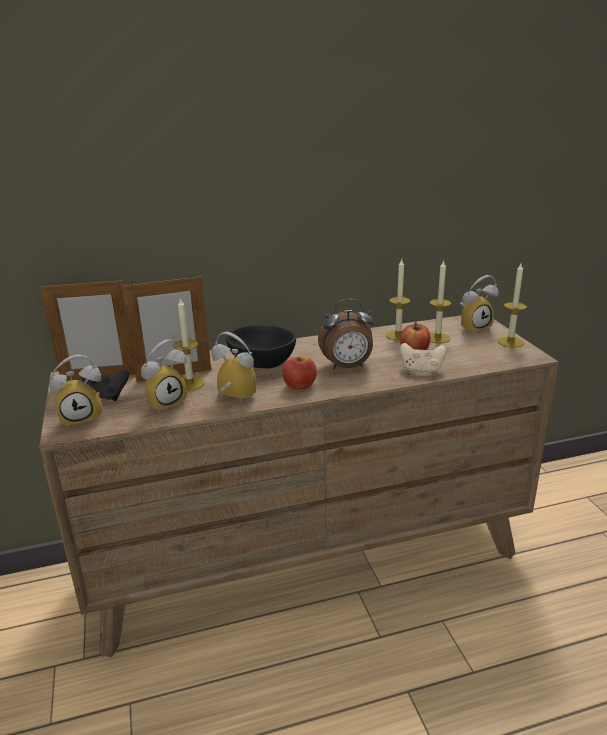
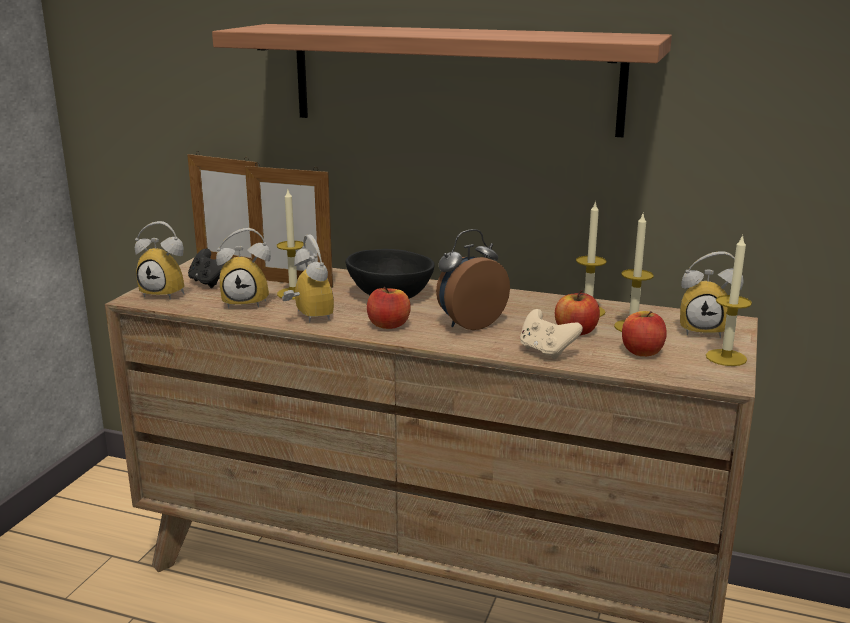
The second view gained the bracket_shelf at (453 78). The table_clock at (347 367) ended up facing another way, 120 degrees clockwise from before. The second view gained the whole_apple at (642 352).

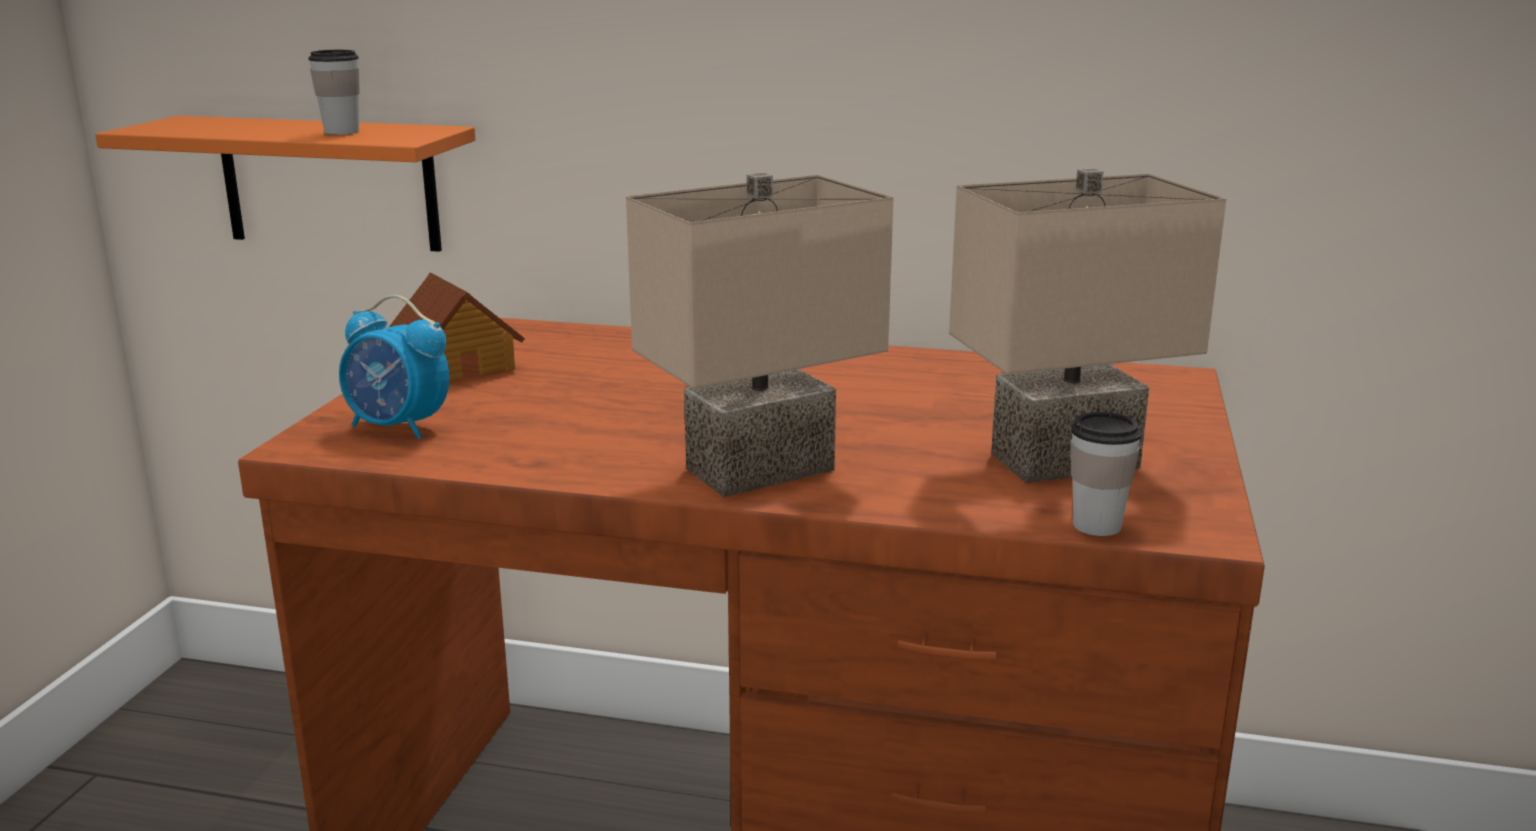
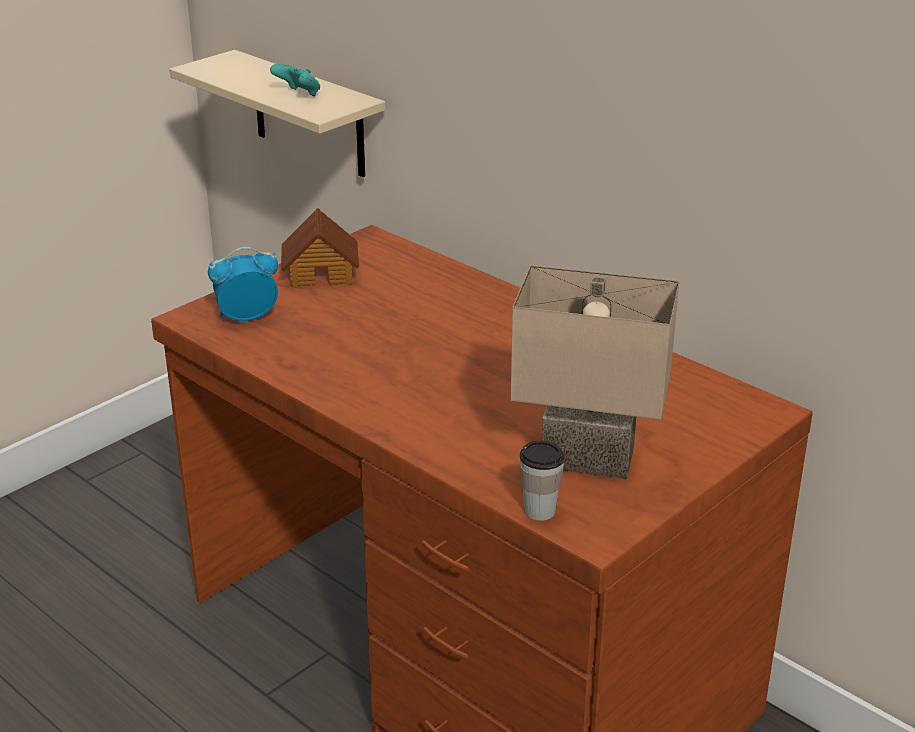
What was the orange_bracket_shelf at (329 183) turned into the sand-coloured_bracket_shelf at (308 115). The table_clock at (398 427) ended up facing another way, 105 degrees clockwise from before. Where the cup stood at (342 132), the turquoise-coloured_gamepad came to stand at (298 94). The second view lost the sand-coloured_table_lamp at (761 473).

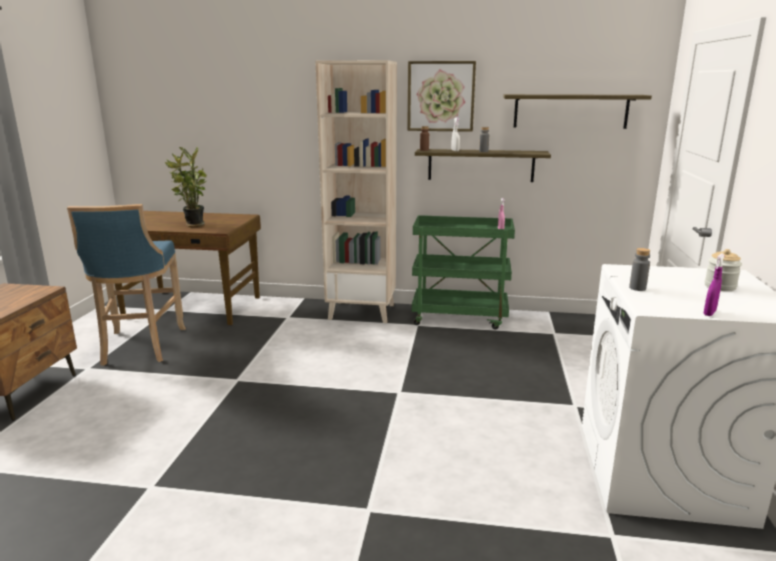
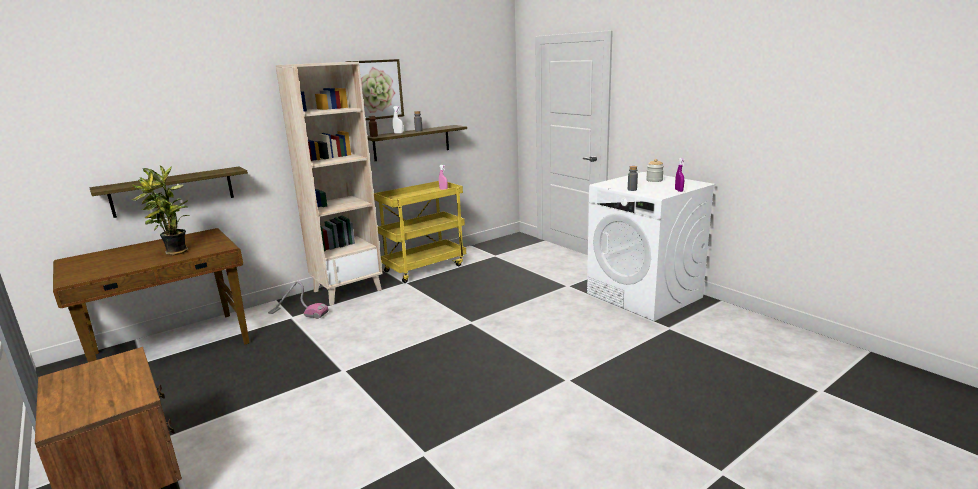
The bracket_shelf ended up elsewhere, having gone from (570 111) to (173 191). The second view gained the vacuum at (298 313). What was the greenish_wheeled_cart at (460 317) turned into the yellow_wheeled_cart at (425 268). The second view lost the blue-coloured_stool at (140 347).

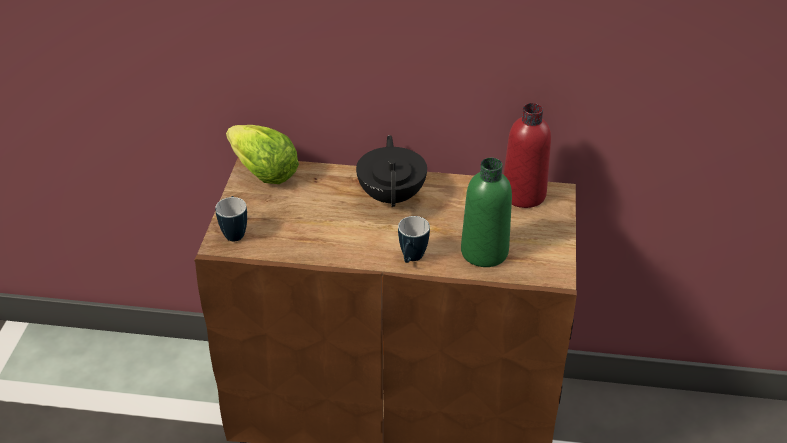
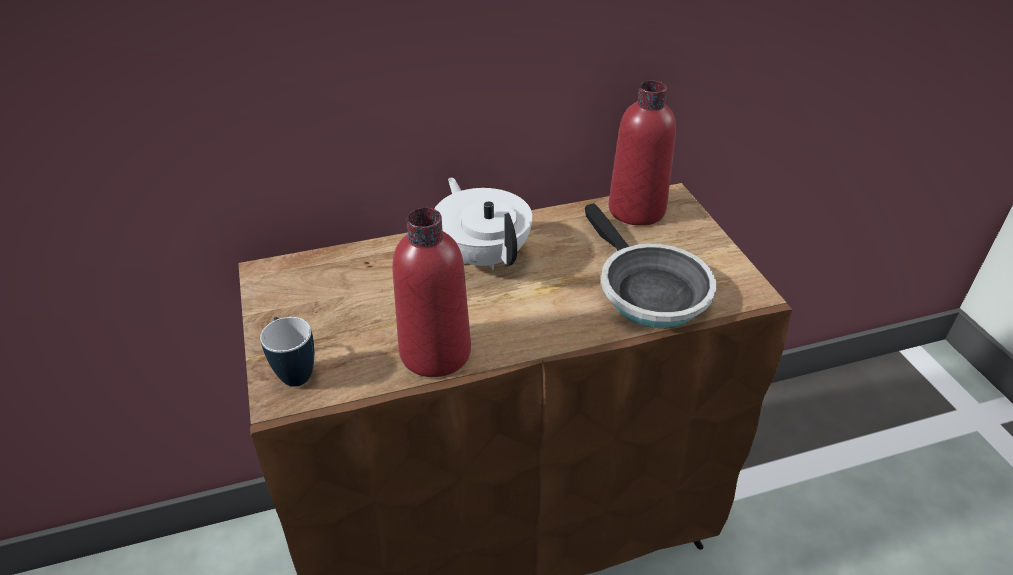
The second view gained the red-coloured_drink_bottle at (435 352). What was the blackish_tea_pot at (392 196) turned into the white_tea_pot at (483 255). Where the greenish_drink_bottle stood at (484 252), the pan came to stand at (647 291). The second view lost the head_of_lettuce at (264 173). The second view lost the mug at (411 259).

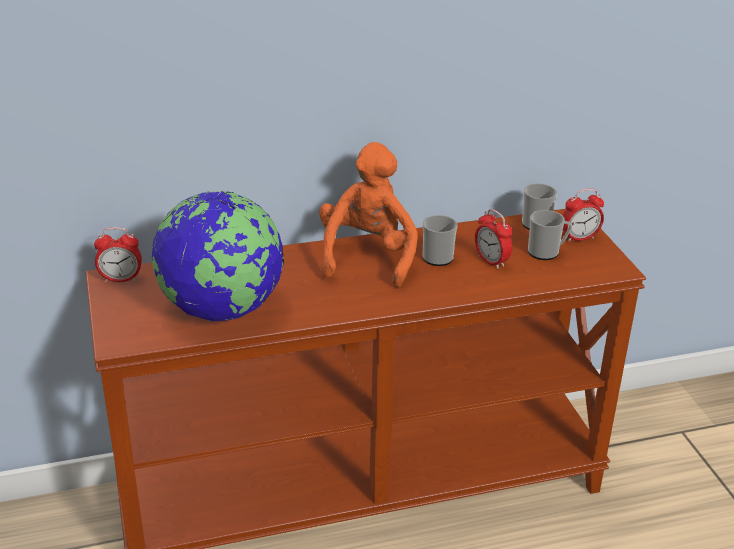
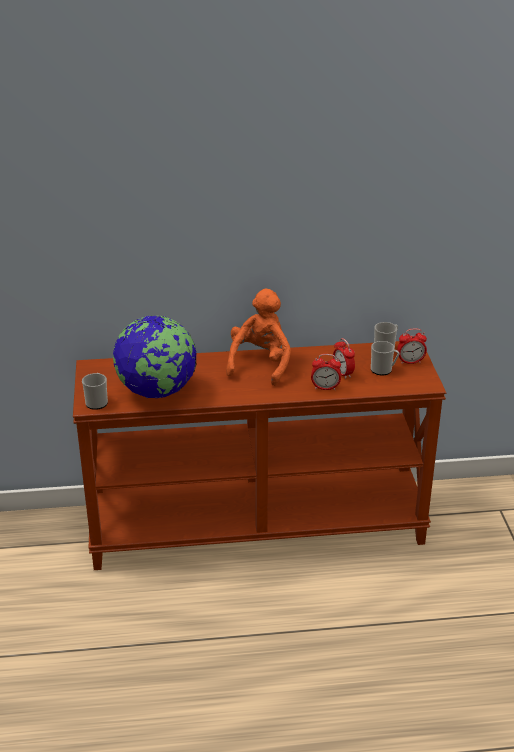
The mug ended up elsewhere, having gone from (437 255) to (97 401). The table_clock ended up elsewhere, having gone from (121 279) to (325 388).

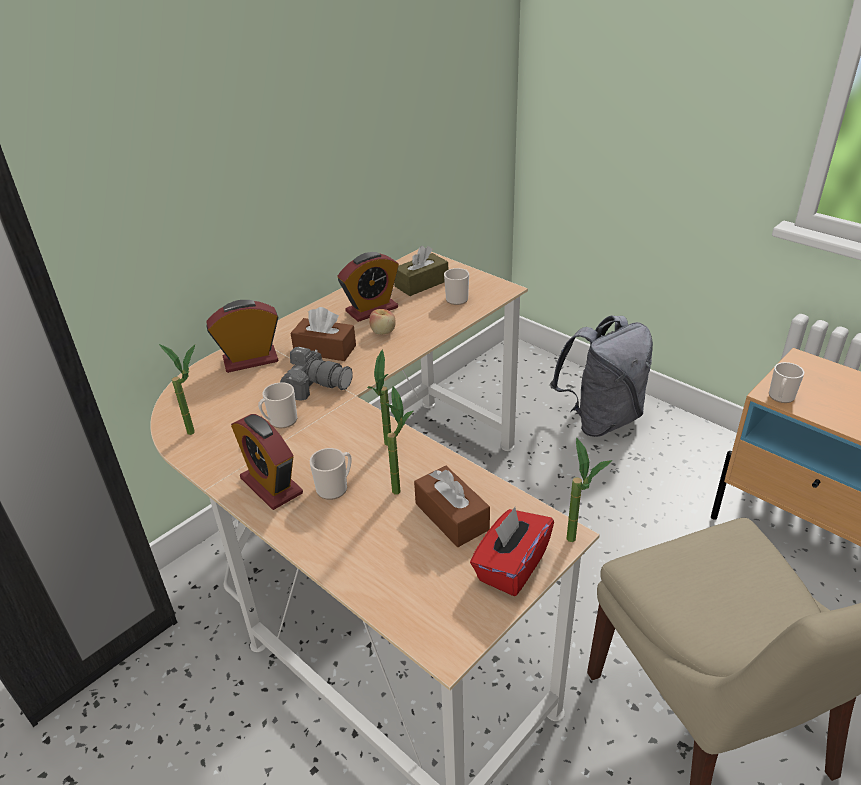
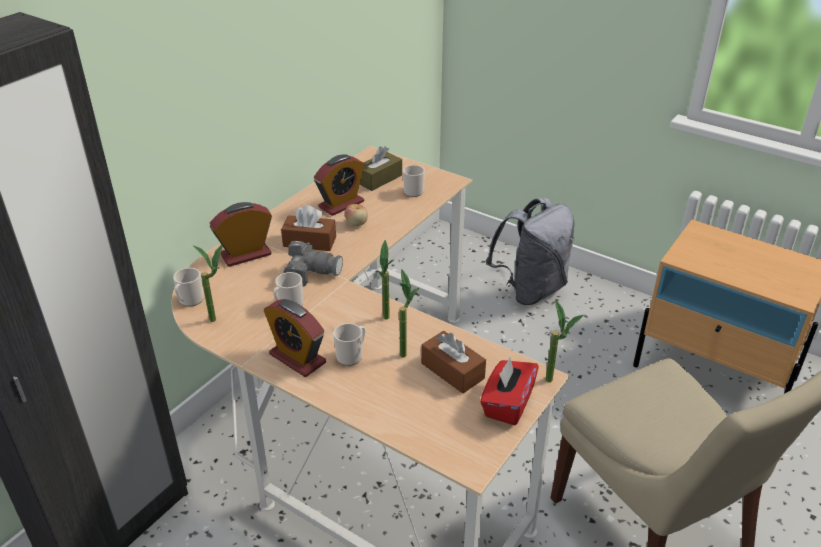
The mug ended up elsewhere, having gone from (780 397) to (189 301).

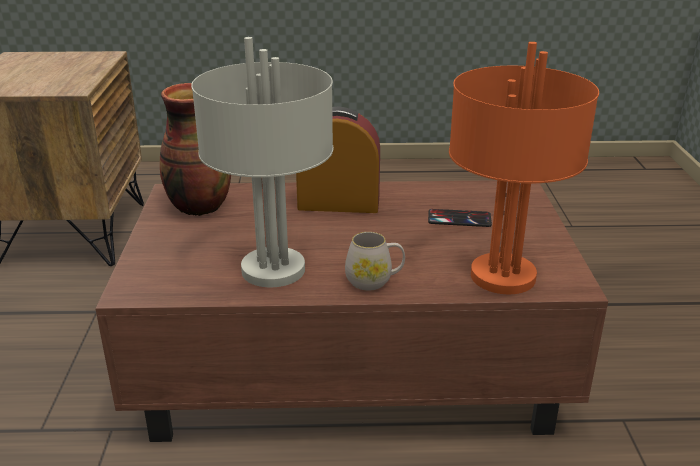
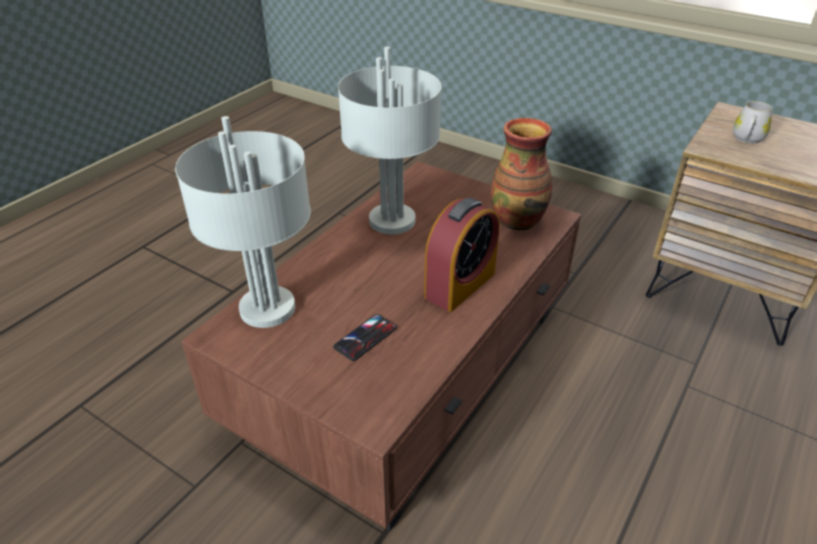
What was the orange_table_lamp at (501 275) turned into the greyish_table_lamp at (269 308). The white_mug ended up elsewhere, having gone from (374 281) to (746 139).

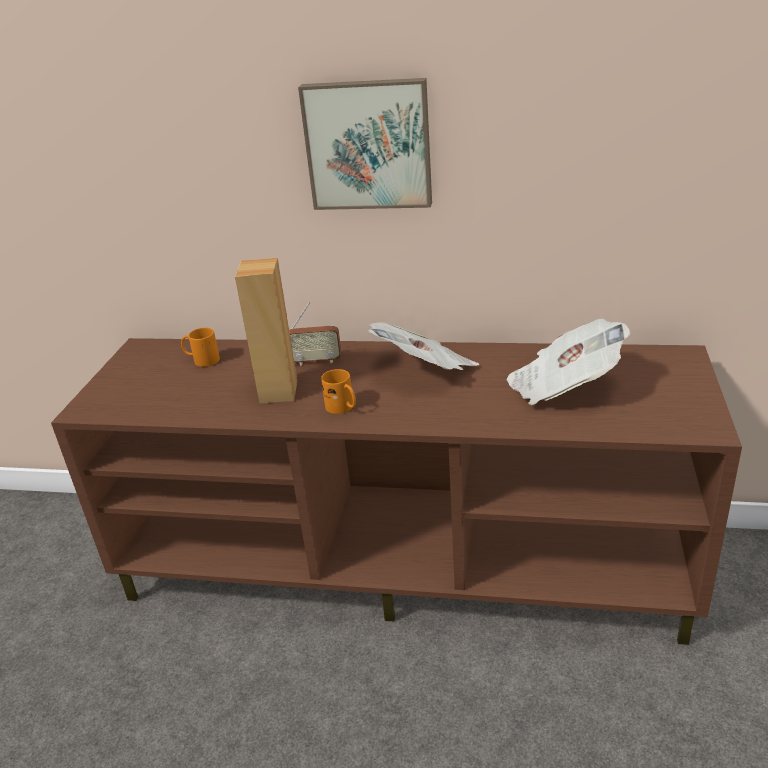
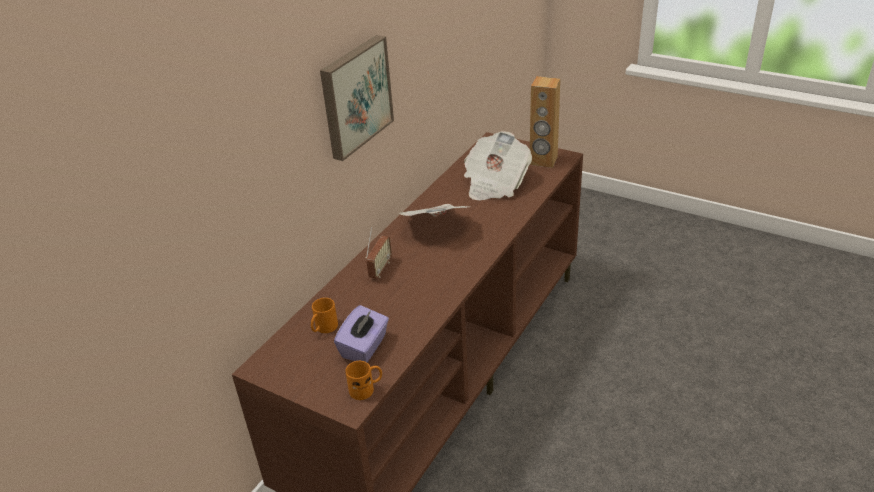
The second view gained the purple_tissue_box at (364 347). The orange_mug ended up elsewhere, having gone from (343 408) to (366 389). The brown-coloured_speaker ended up elsewhere, having gone from (277 392) to (543 161).

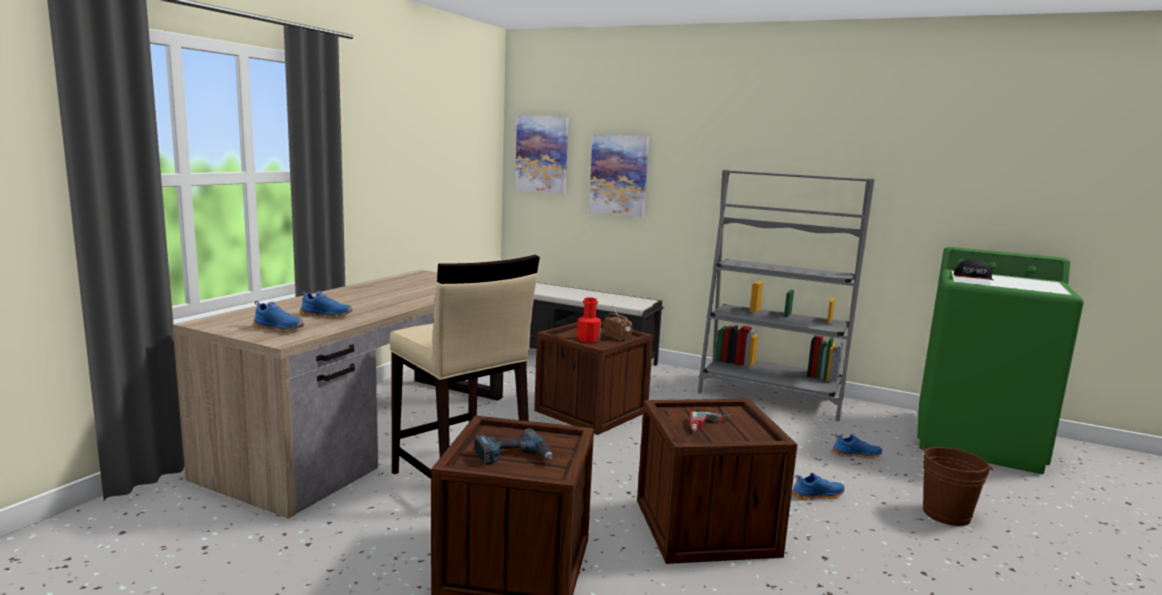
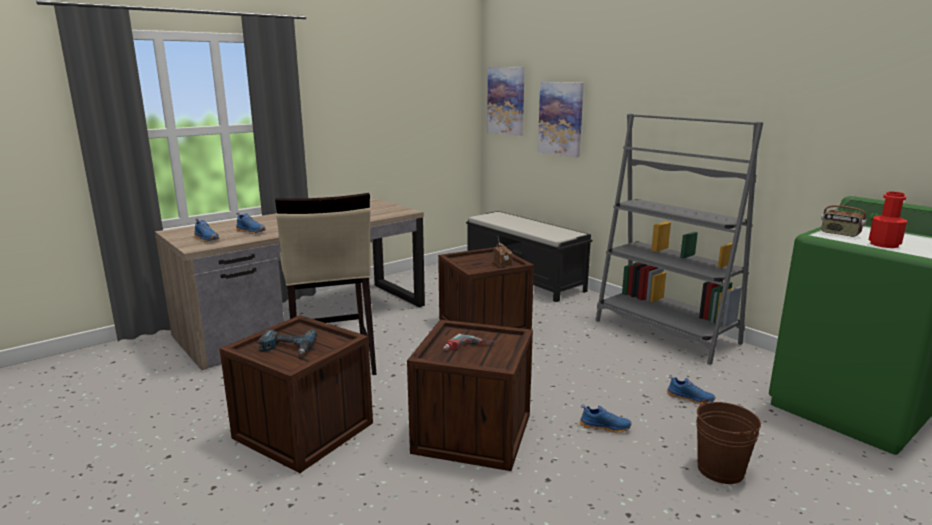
Where the peaked_cap stood at (973 279), the radio_set came to stand at (840 234). The red-coloured_drink_bottle ended up elsewhere, having gone from (588 339) to (884 244).

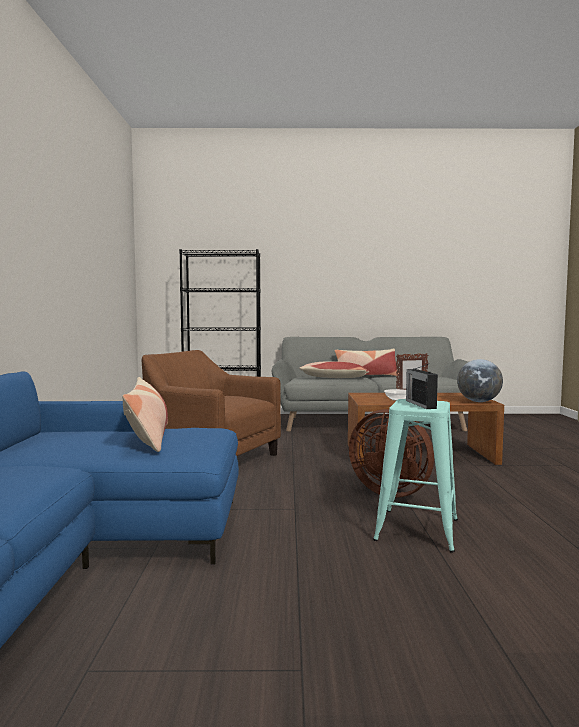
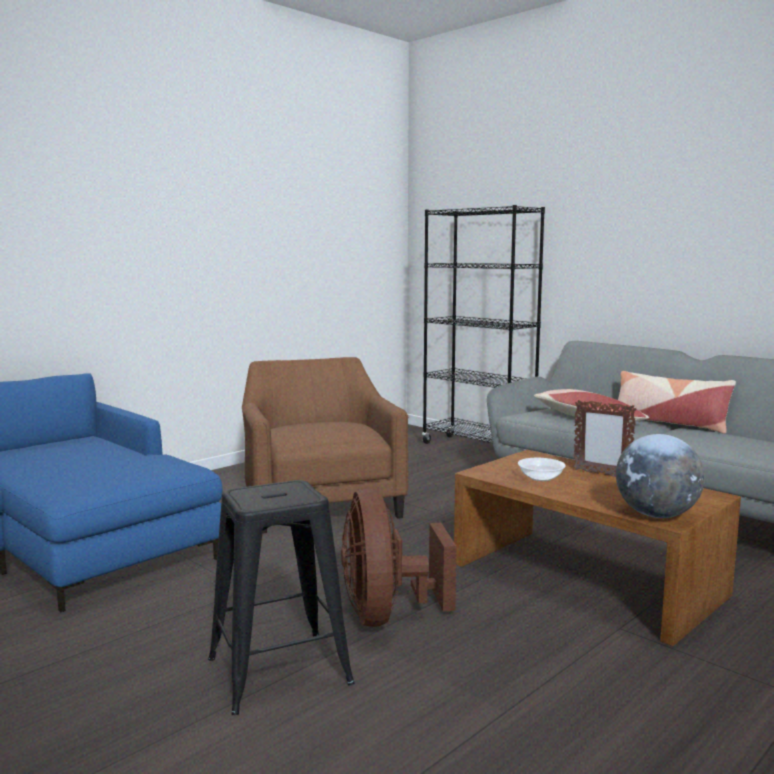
What was the turquoise-coloured_stool at (417 529) turned into the blackish_stool at (279 671). The second view lost the cushion at (148 438). The second view lost the radio_set at (420 404).

